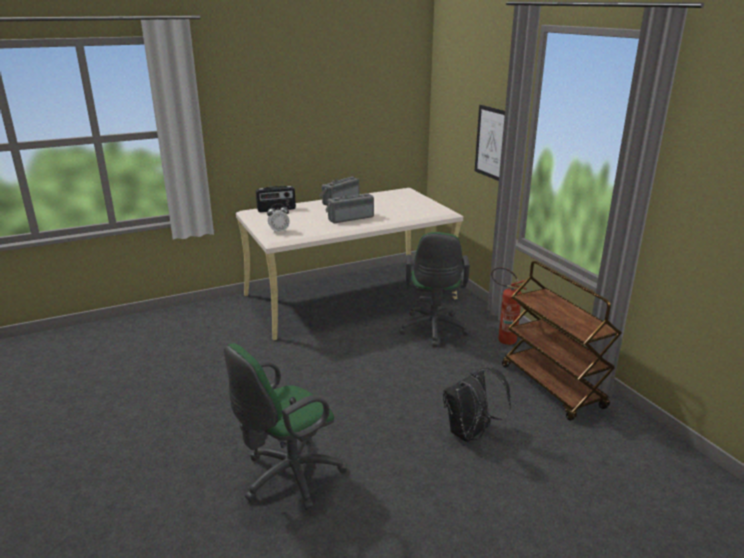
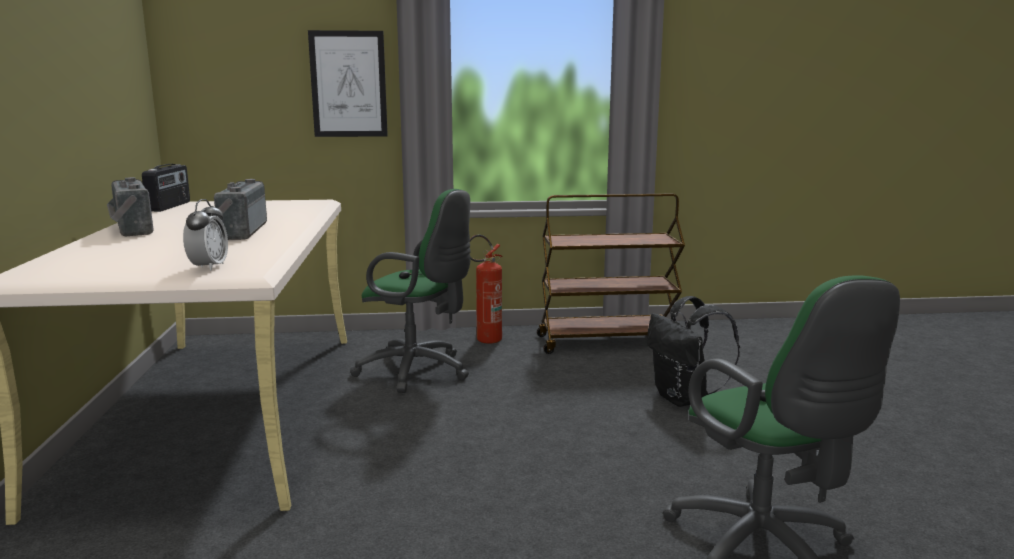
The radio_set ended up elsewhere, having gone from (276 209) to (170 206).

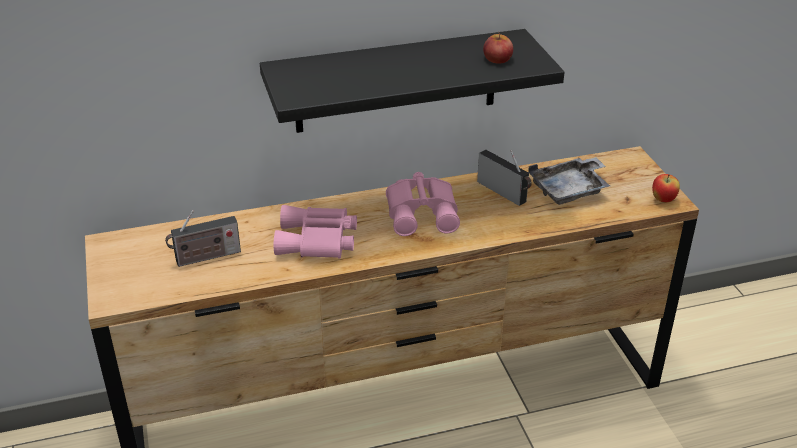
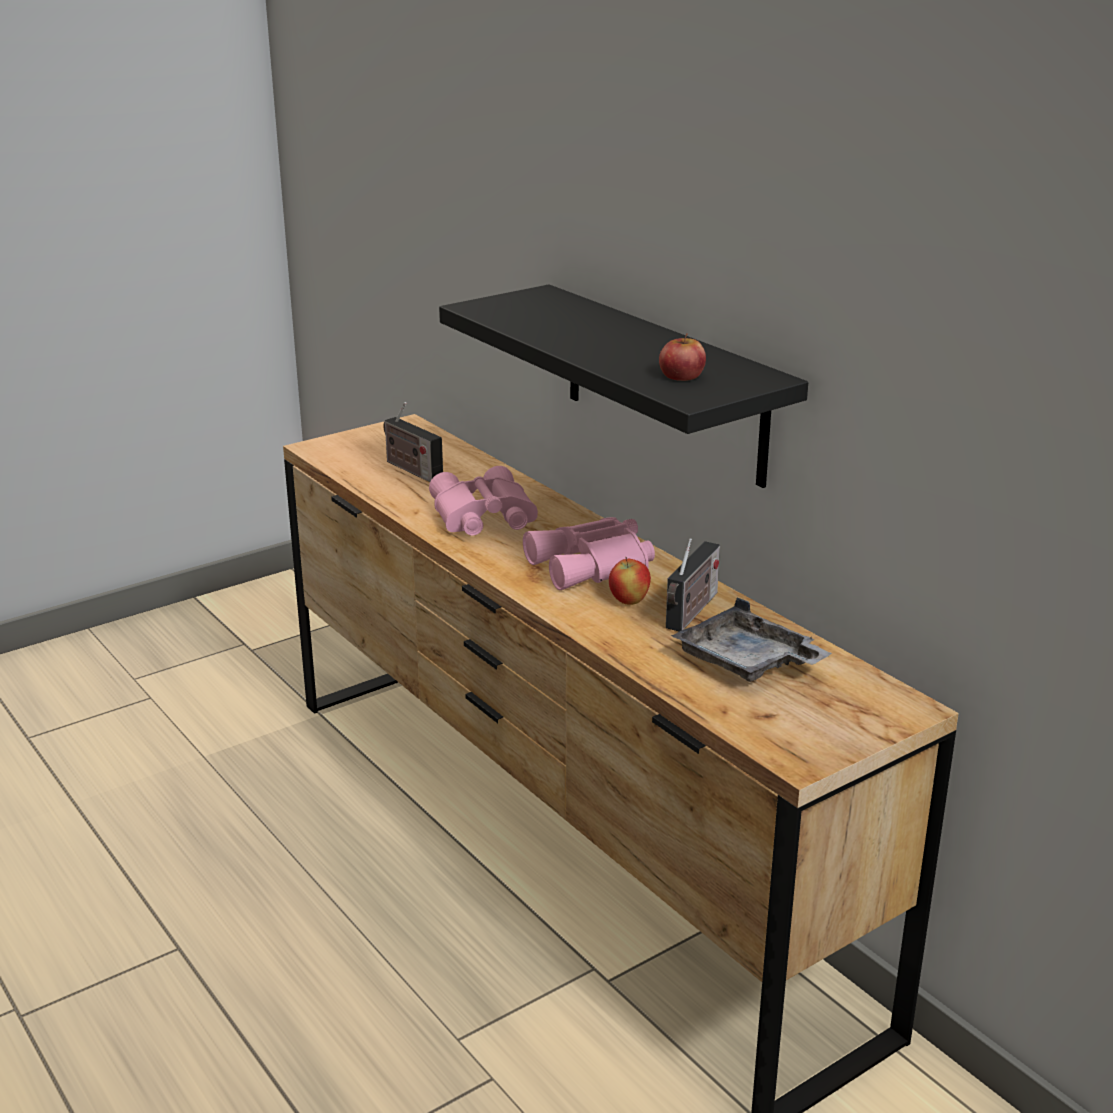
The whole_apple ended up elsewhere, having gone from (663 200) to (629 601).

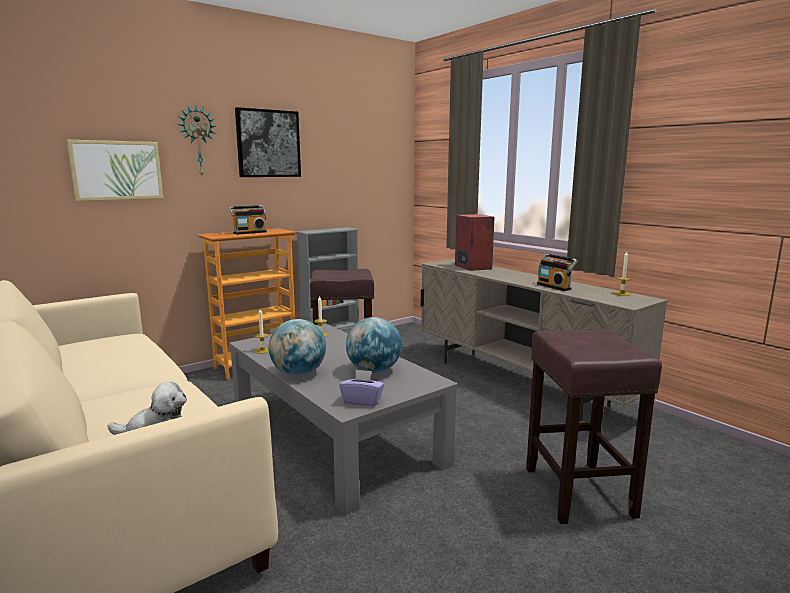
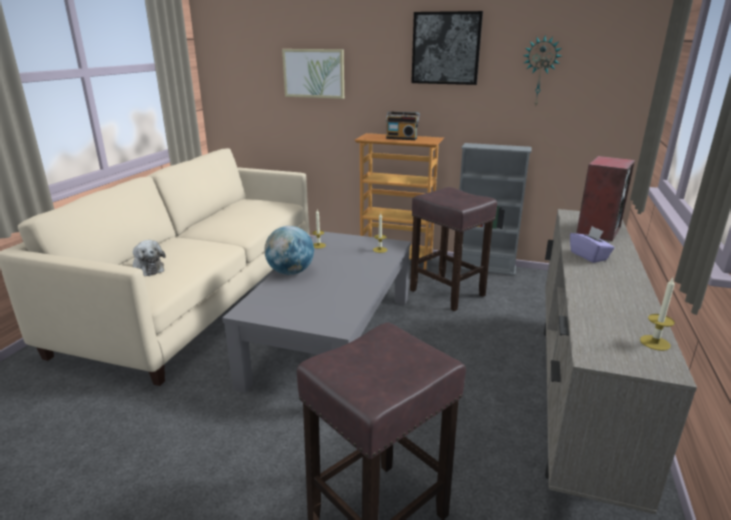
The hanging_clock ended up elsewhere, having gone from (197 141) to (540 71). The purple_tissue_box ended up elsewhere, having gone from (362 401) to (589 256). The second view lost the globe at (374 371). The second view lost the radio_set at (555 286).

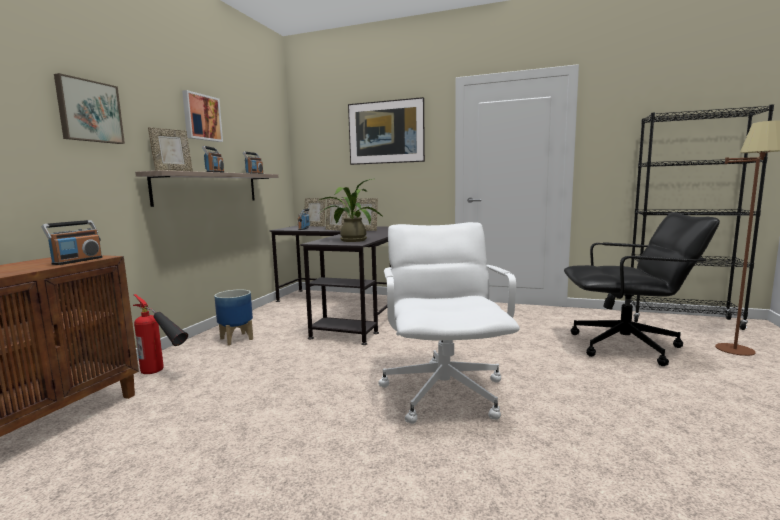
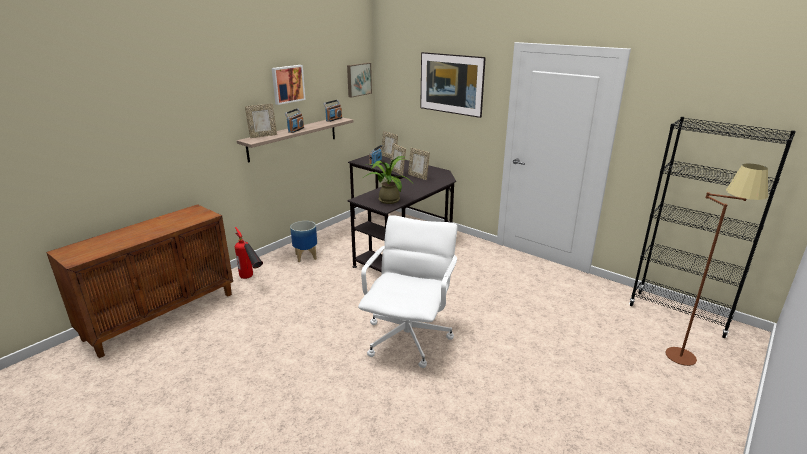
The wall_art ended up elsewhere, having gone from (89 111) to (358 79). The second view lost the radio_set at (77 261). The second view lost the blackish_desk_chair at (626 347).

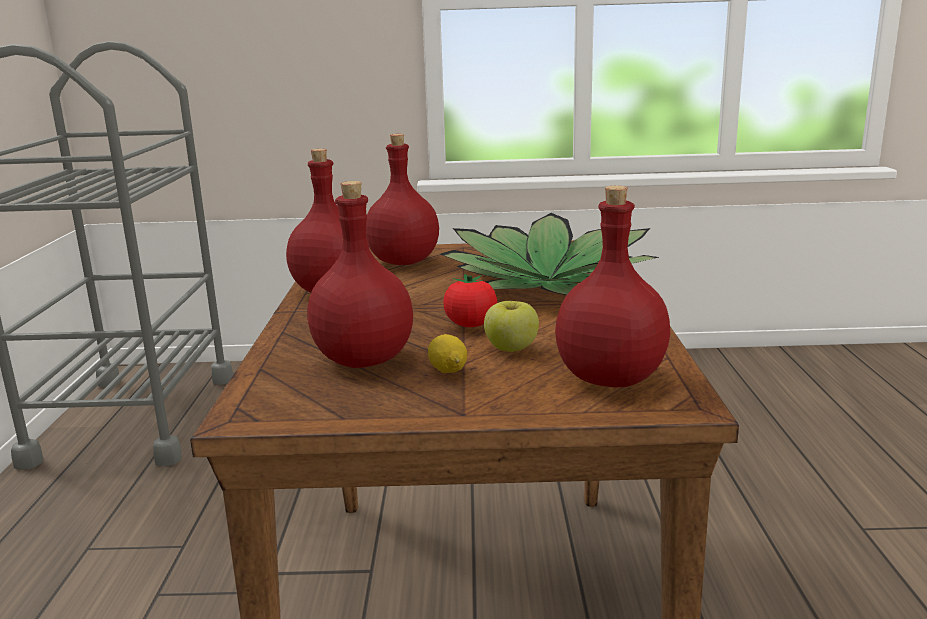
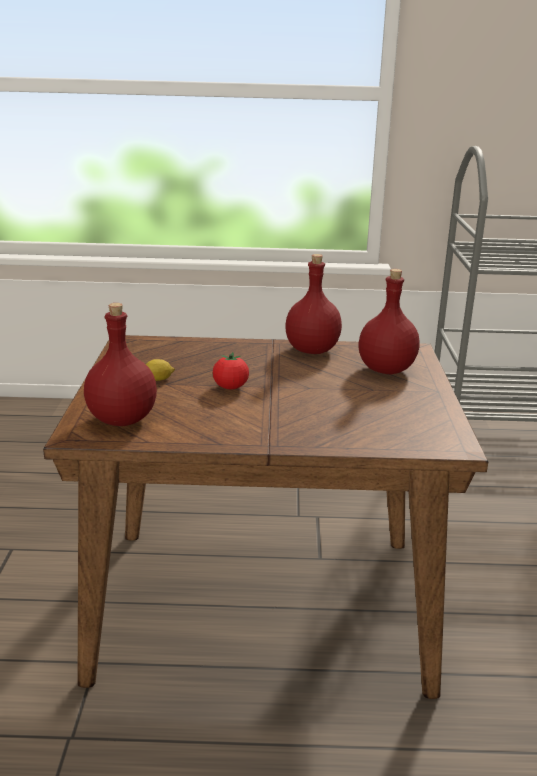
The second view lost the red-coloured_drink_bottle at (365 360). The second view lost the houseplant at (548 280). The second view lost the whole_apple at (512 348).

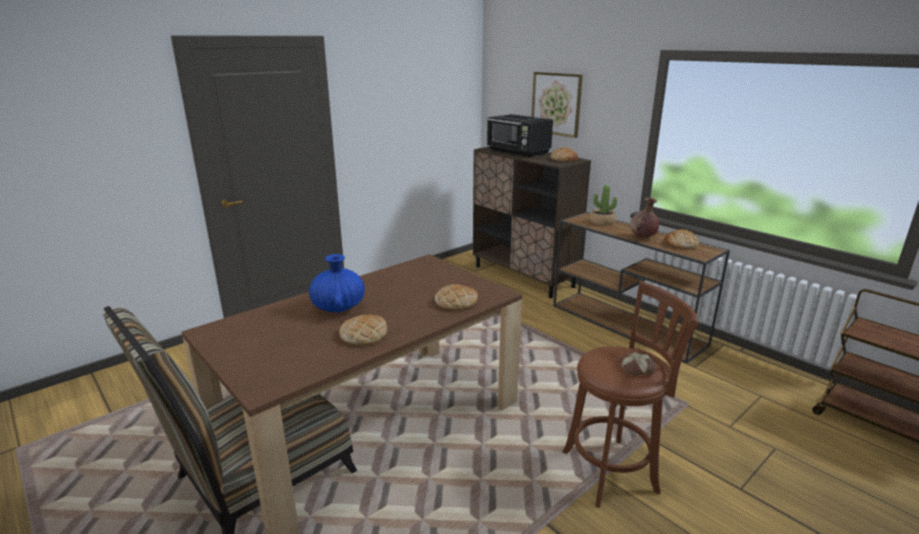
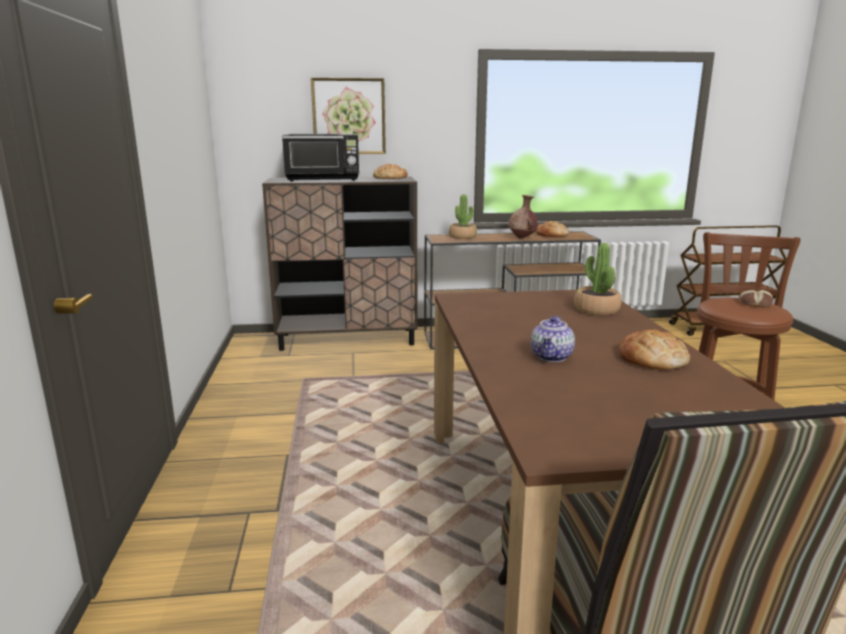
Where the blue-coloured_decorative_vase stood at (339 307), the tea_pot came to stand at (552 357). Where the bakery_bread stood at (456 302), the houseplant came to stand at (596 310).

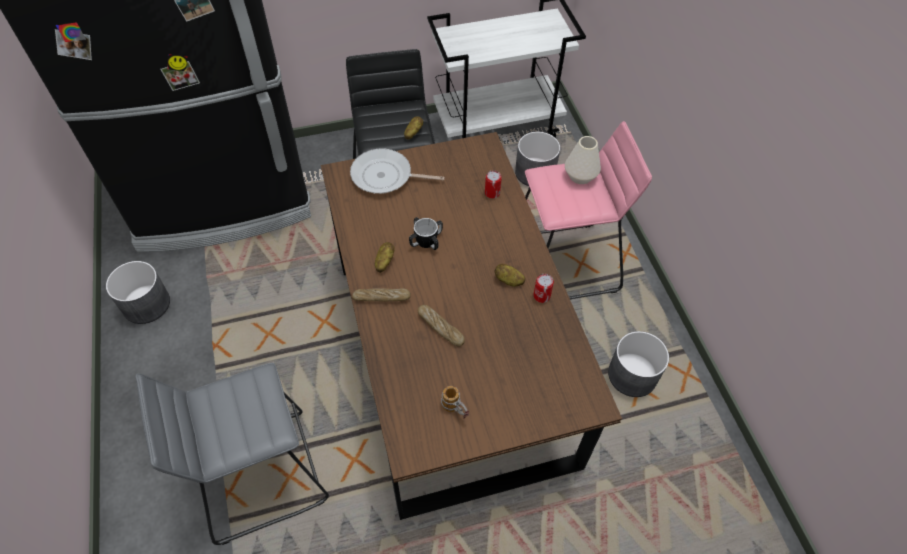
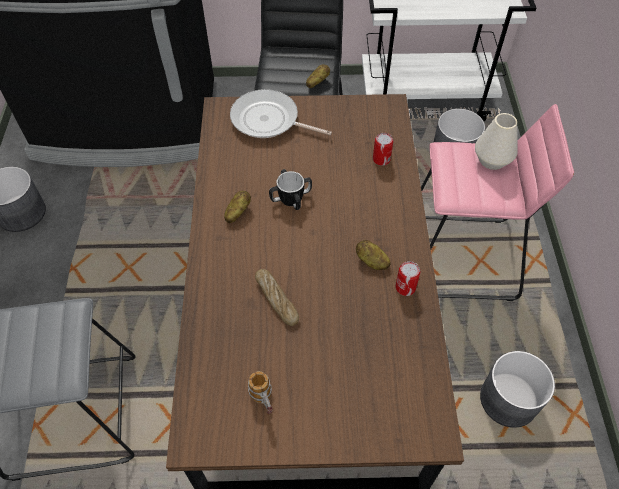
The second view lost the bakery_bread at (381 298).

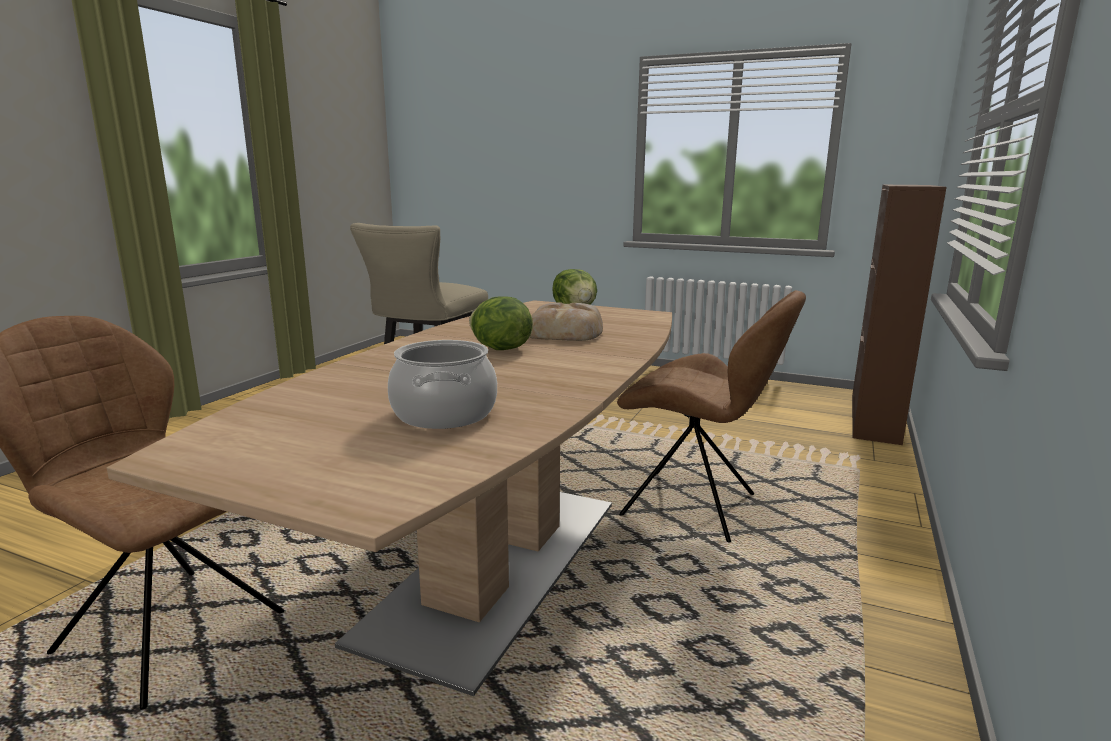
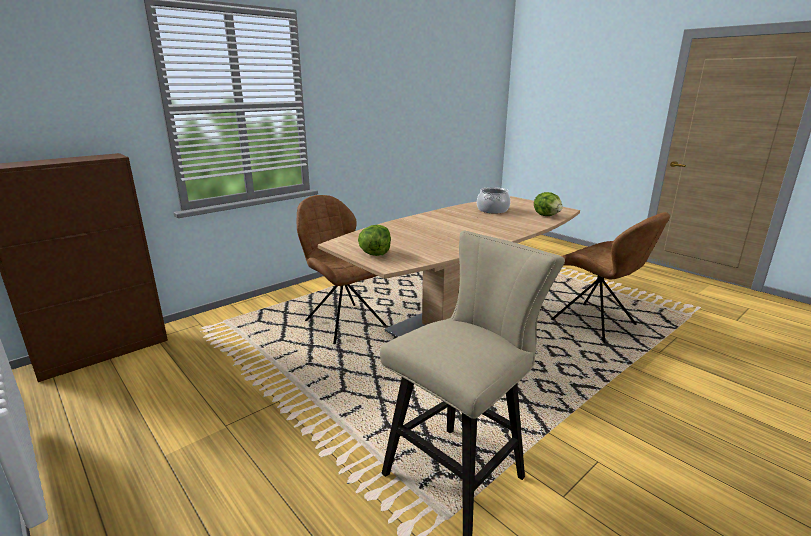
The head_of_lettuce ended up elsewhere, having gone from (499 349) to (547 215). The second view lost the bakery_bread at (565 331).

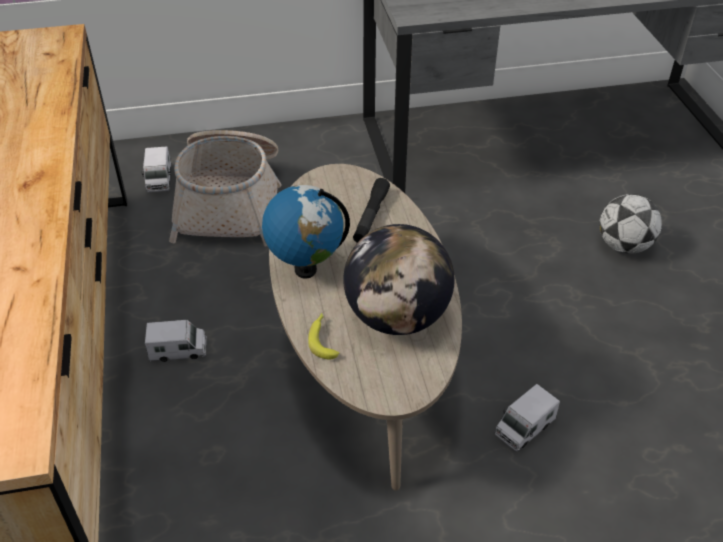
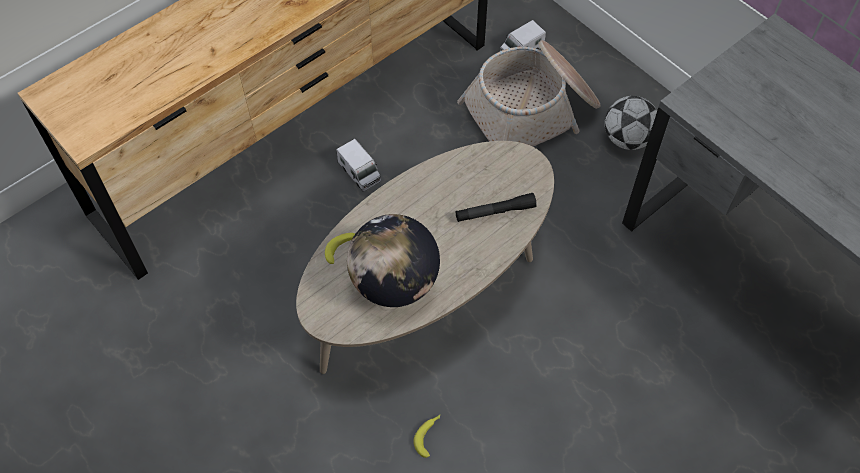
Where the toy_lorry stood at (524 428), the whole_banana came to stand at (429 435). The ball_for_football ended up elsewhere, having gone from (624 246) to (627 139). The second view lost the globe at (305 269).

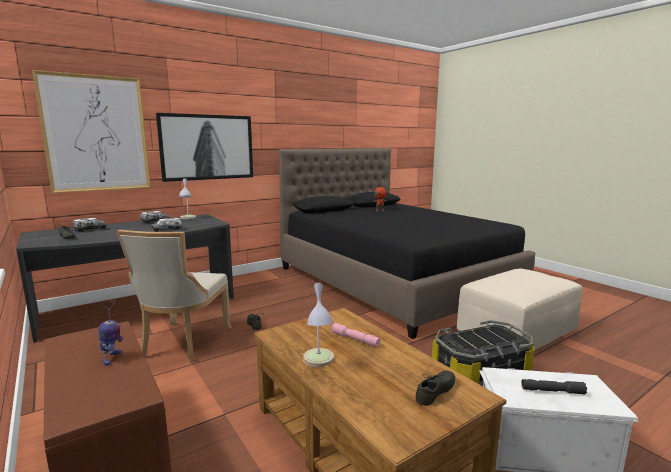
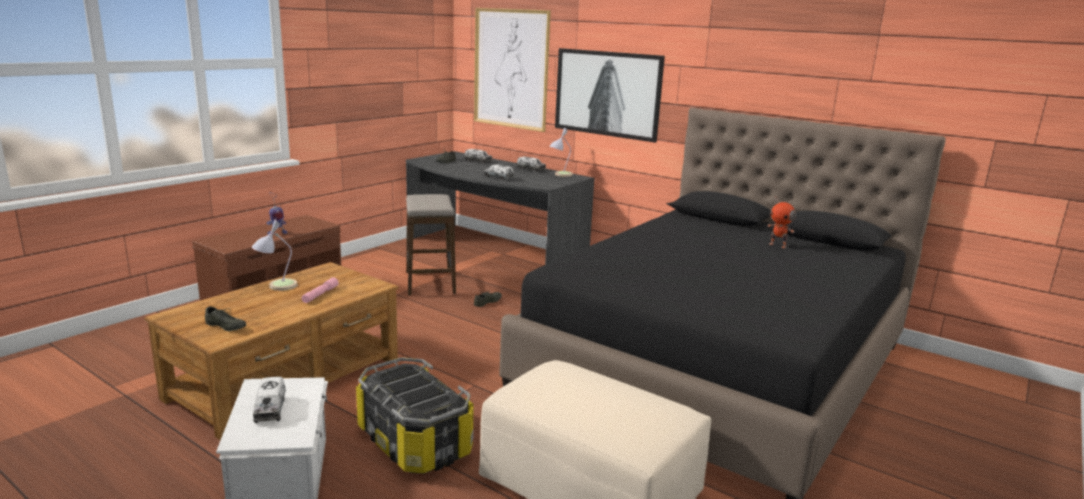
Where the greyish_hand_torch stood at (552 391), the toy_lorry came to stand at (270 409). Where the sand-coloured_plain_chair stood at (183 343), the stool came to stand at (430 283).

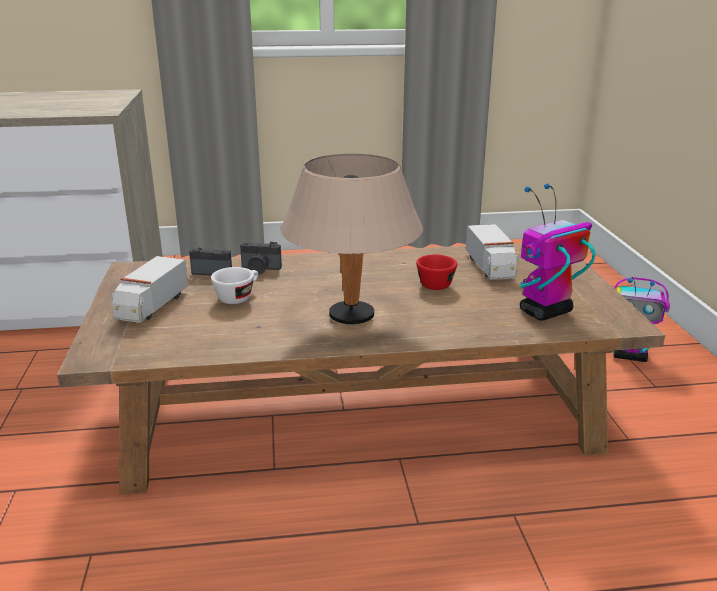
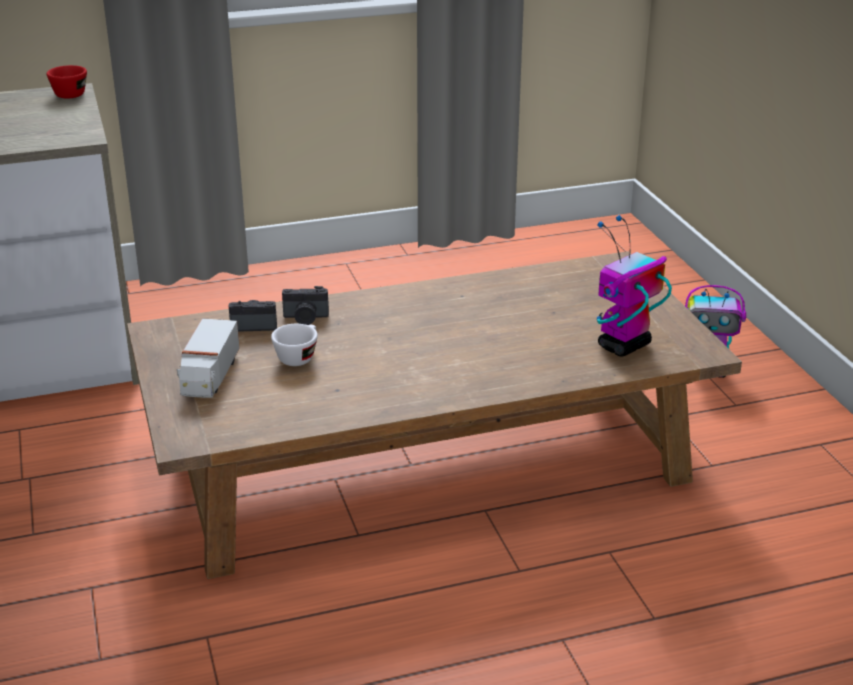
The red-coloured_cup ended up elsewhere, having gone from (436 283) to (71 93). The second view lost the sand-coloured_table_lamp at (351 315). The second view lost the toy_lorry at (490 267).

